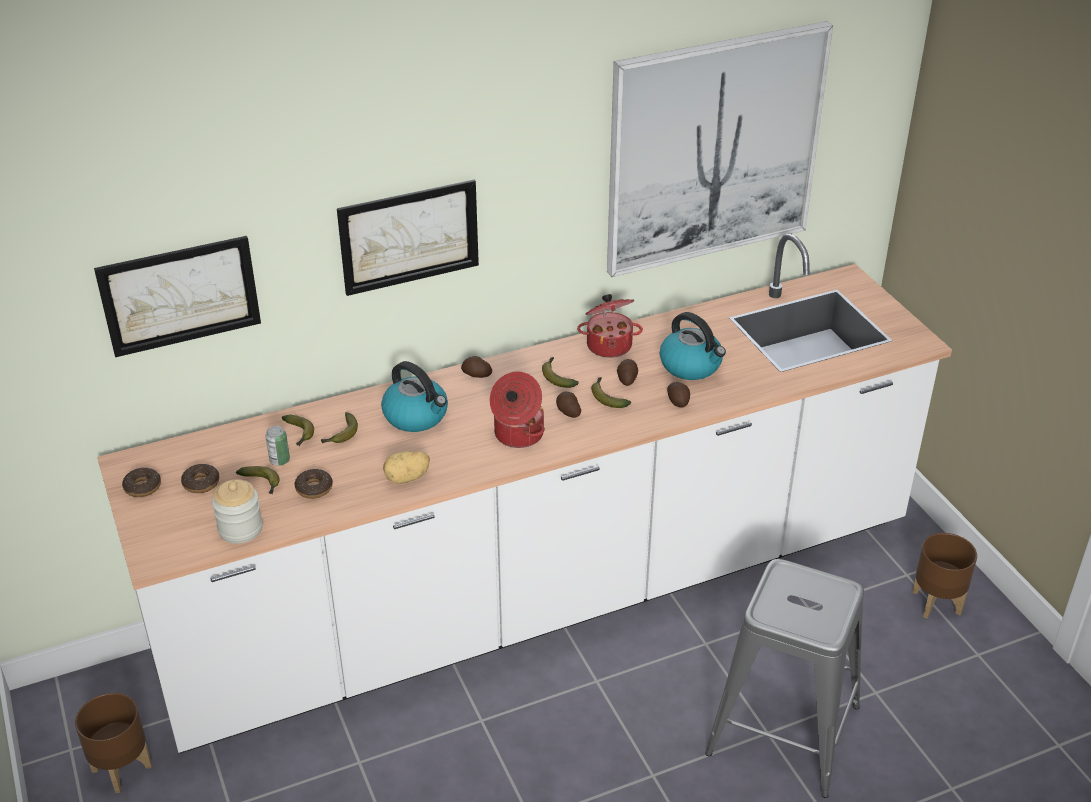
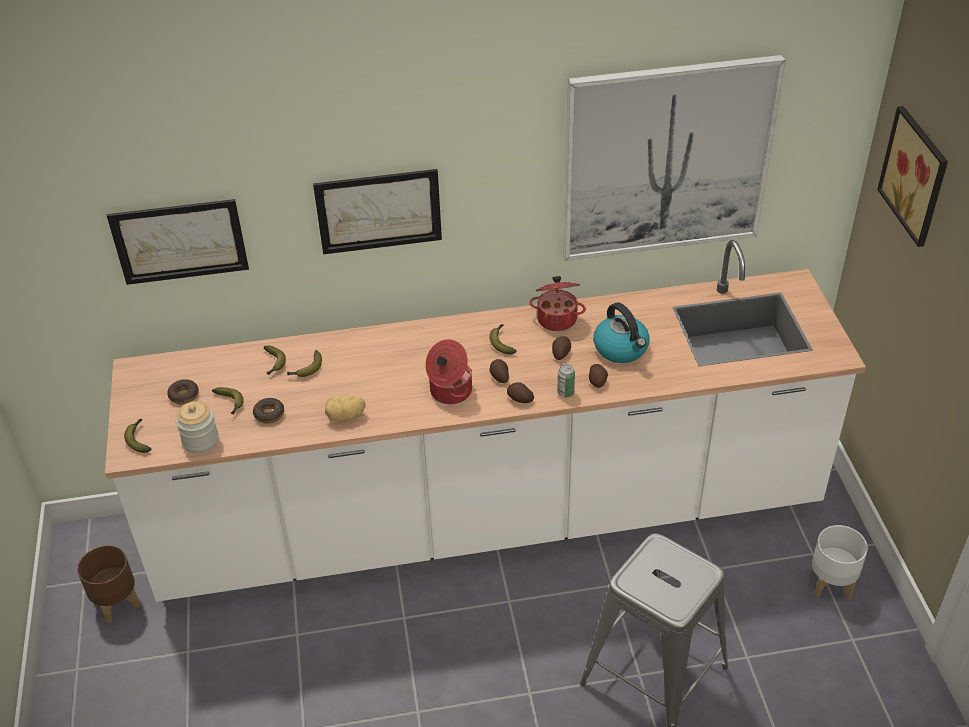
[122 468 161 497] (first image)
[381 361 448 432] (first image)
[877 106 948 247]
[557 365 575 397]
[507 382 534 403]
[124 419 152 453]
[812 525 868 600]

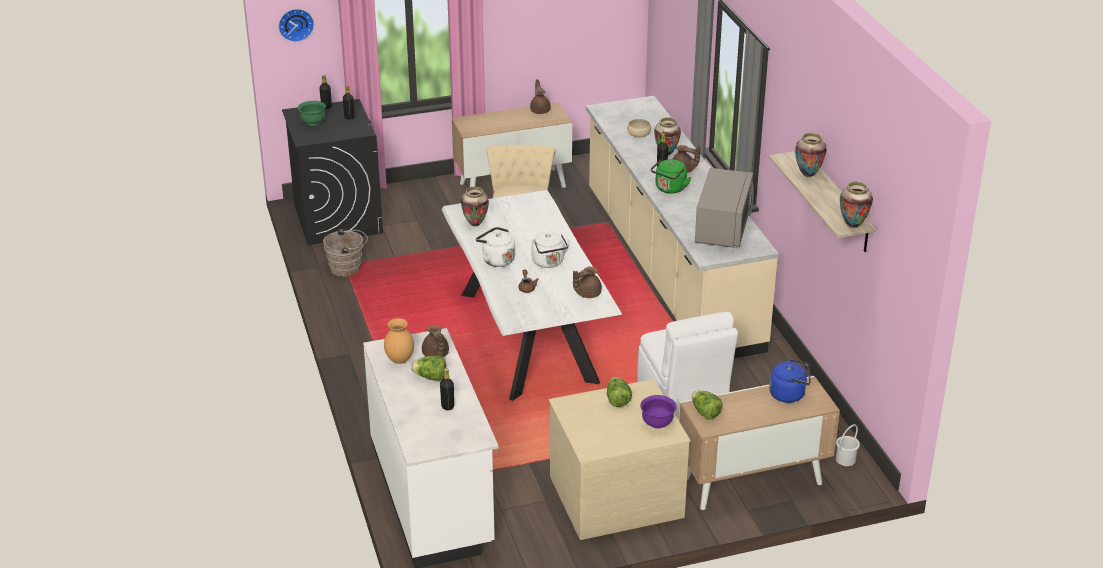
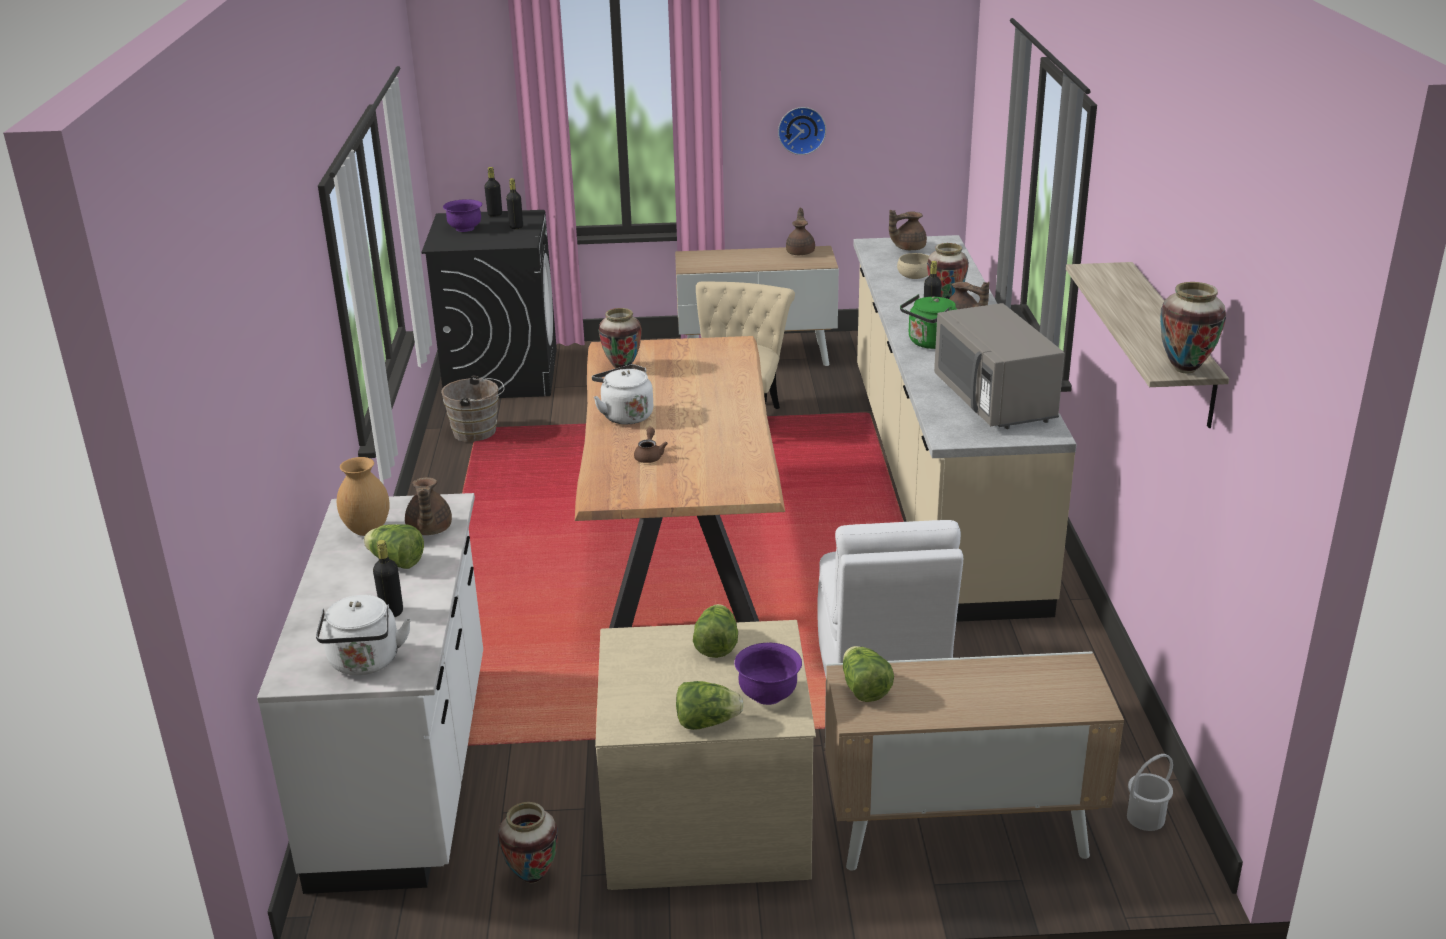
[769 359 811 403] (first image)
[676 681 744 730]
[778 107 826 155]
[316 595 411 675]
[889 210 927 250]
[498 802 558 884]
[443 199 482 232]
[575 336 785 628]
[934 303 1065 429]

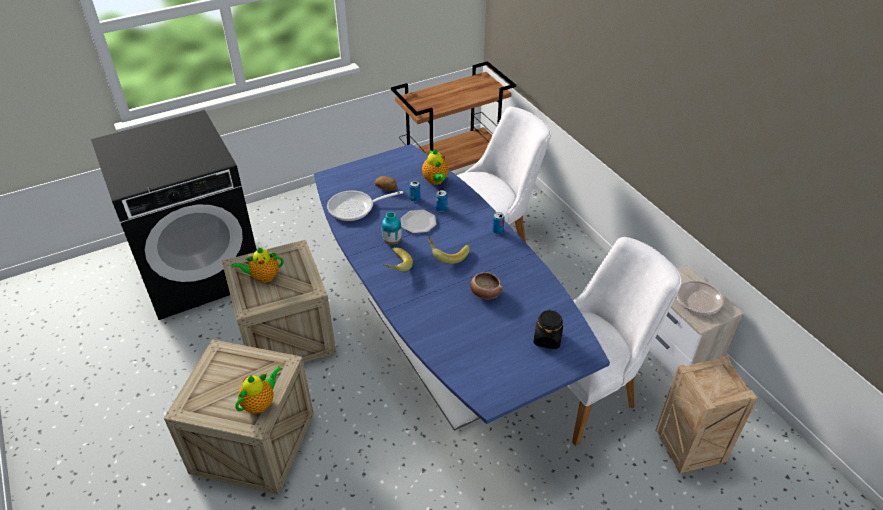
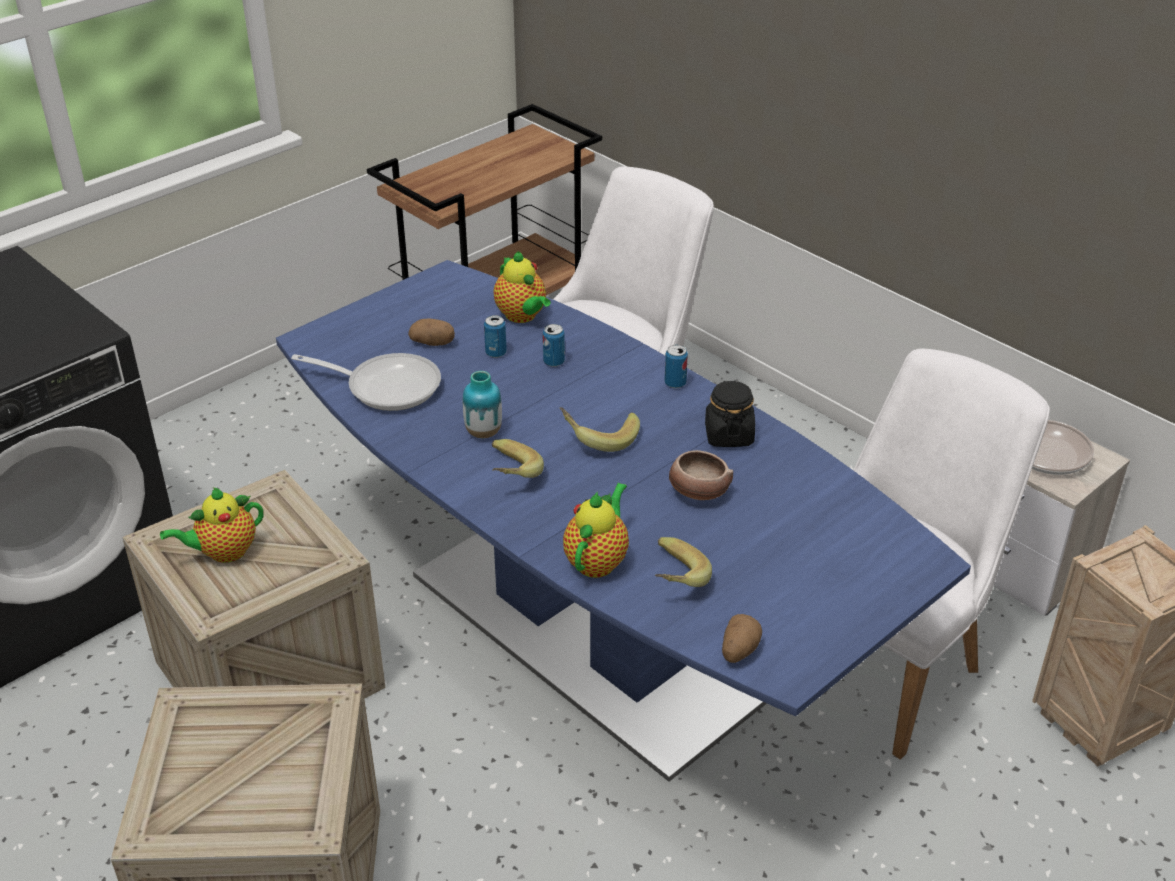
[401 210 437 233] (first image)
[655 537 712 587]
[722 614 762 663]
[563 483 629 578]
[705 380 755 447]
[291 353 441 411]

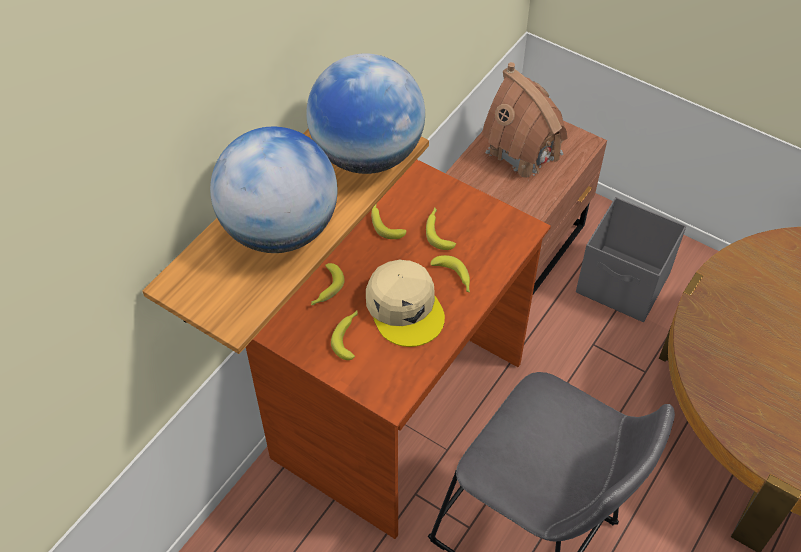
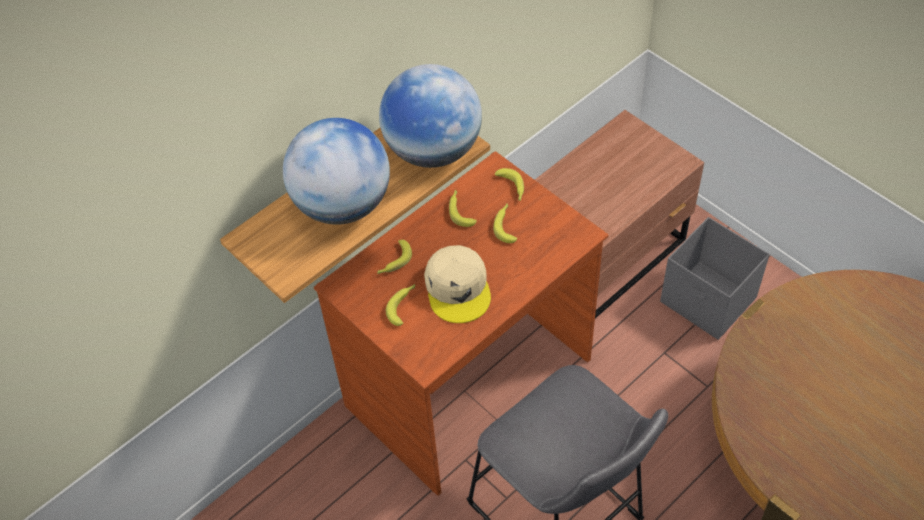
[482 62 567 178] (first image)
[494 168 524 201]

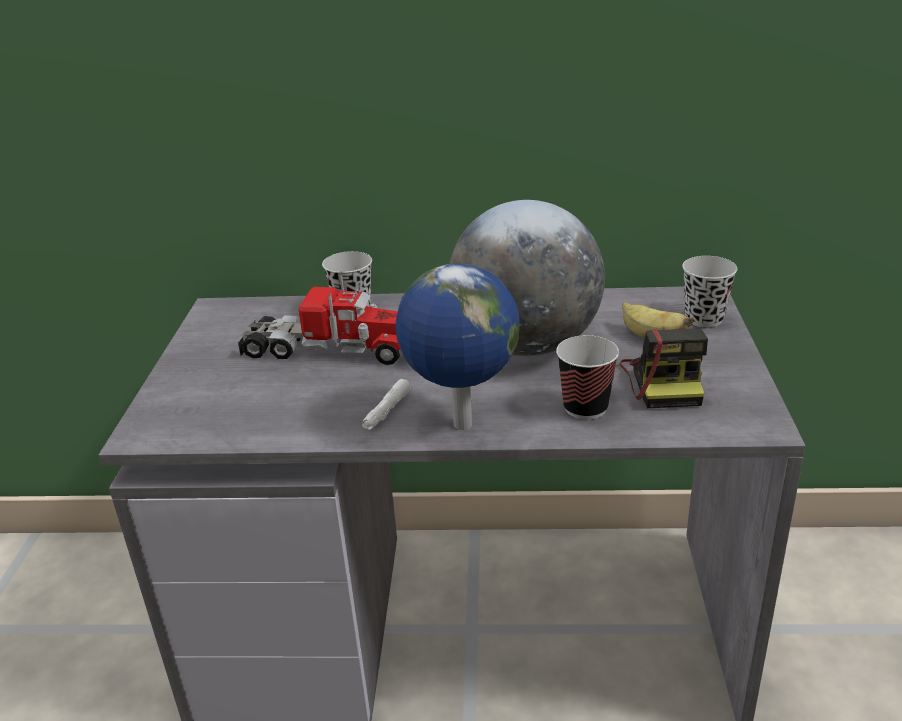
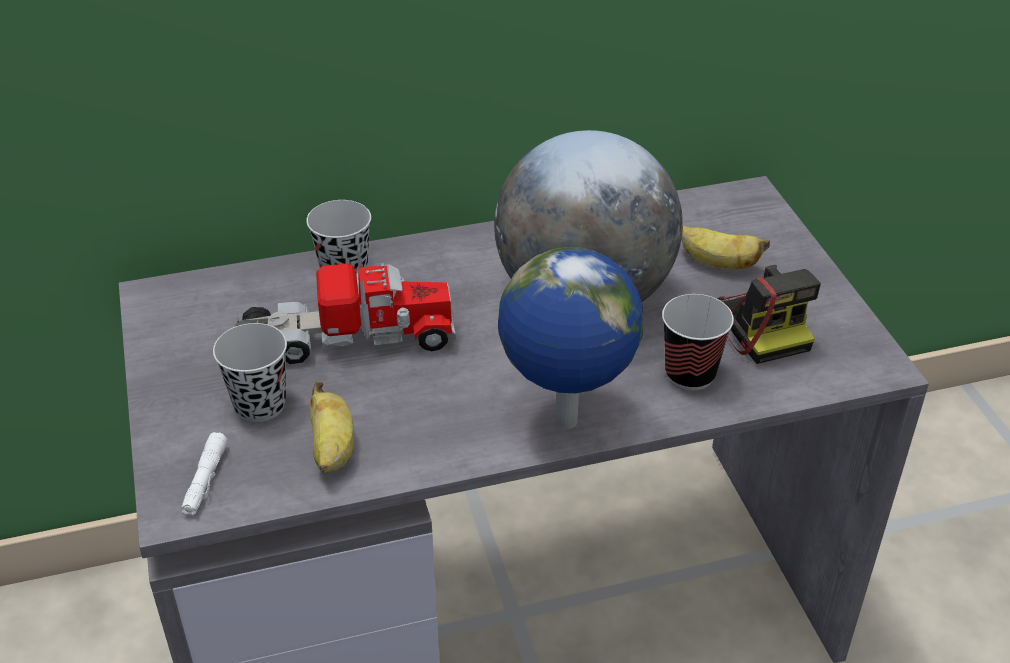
[310 382 354 473]
[181 432 228 515]
[213 323 287 422]

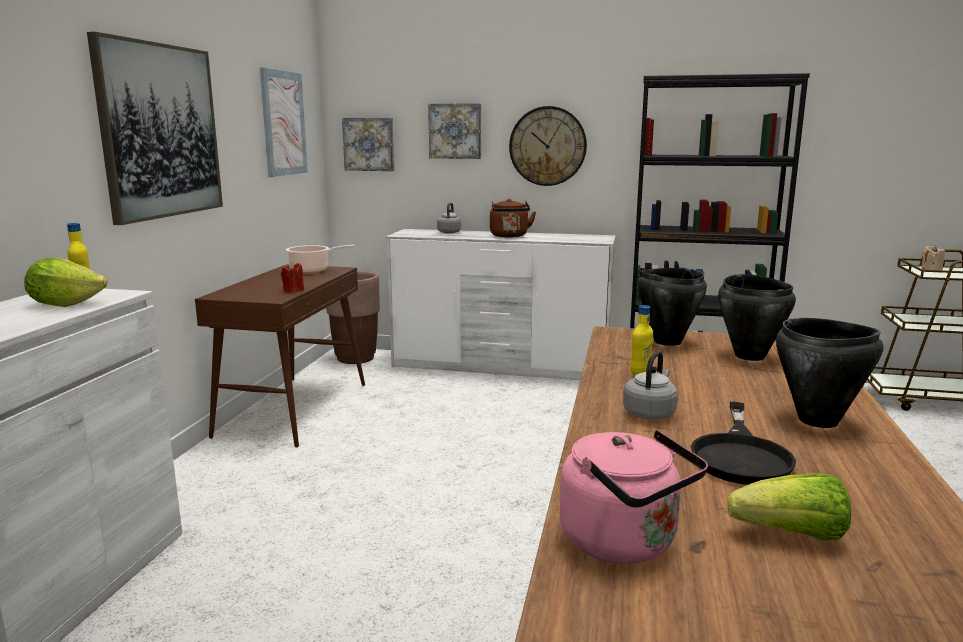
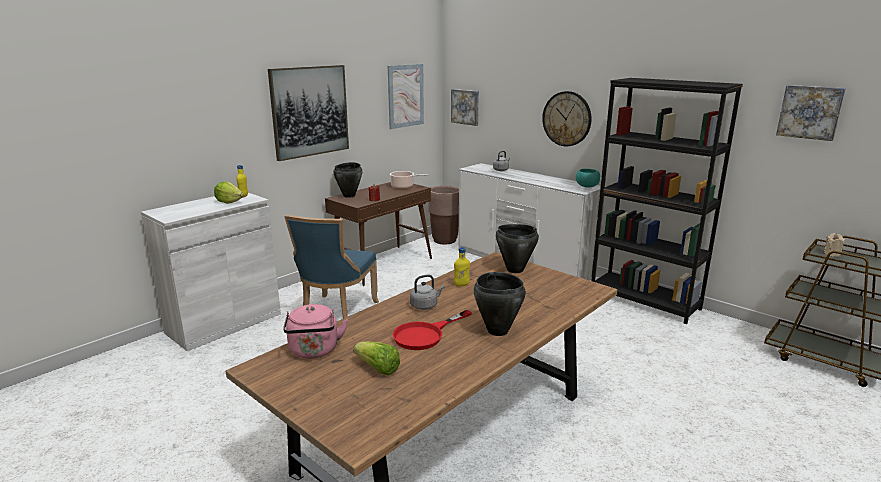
[490 199 536 238] (first image)
[284 215 379 318]
[576 169 600 187]
[776 85 846 141]
[333 162 362 198]
[393 310 472 350]

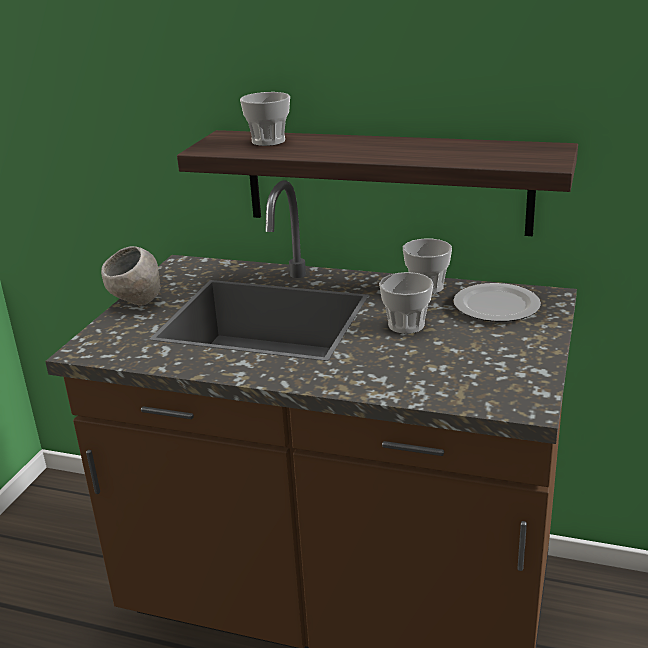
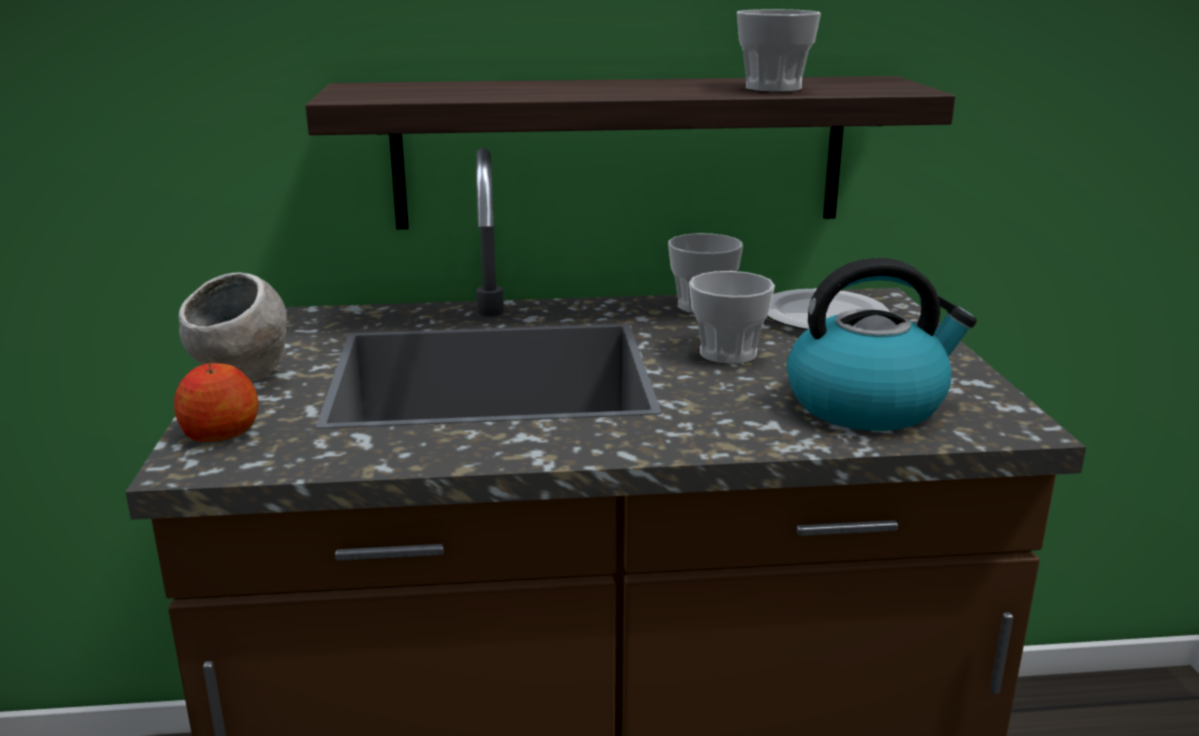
[174 358 258 442]
[787 258 977 431]
[737 9 821 92]

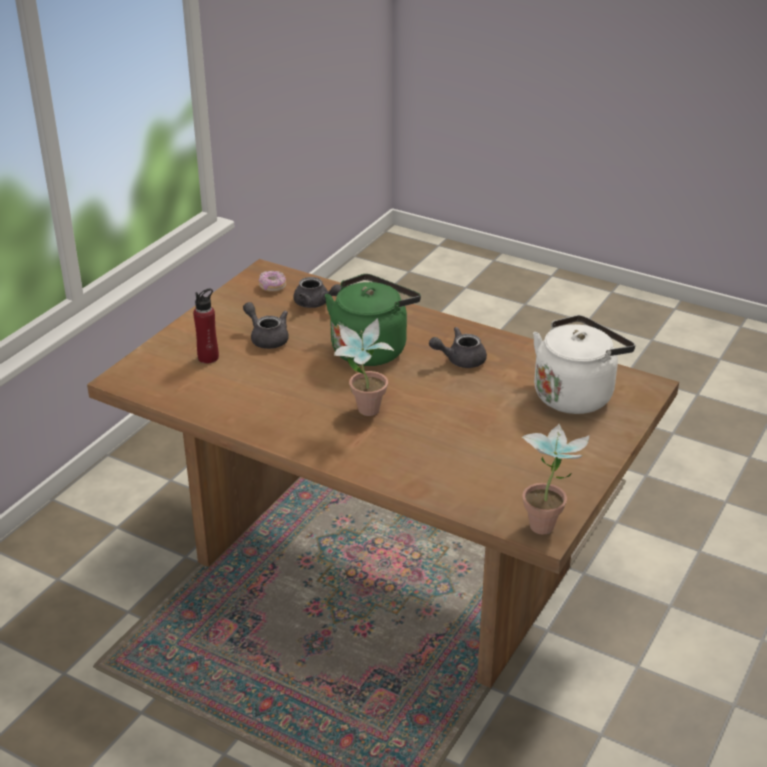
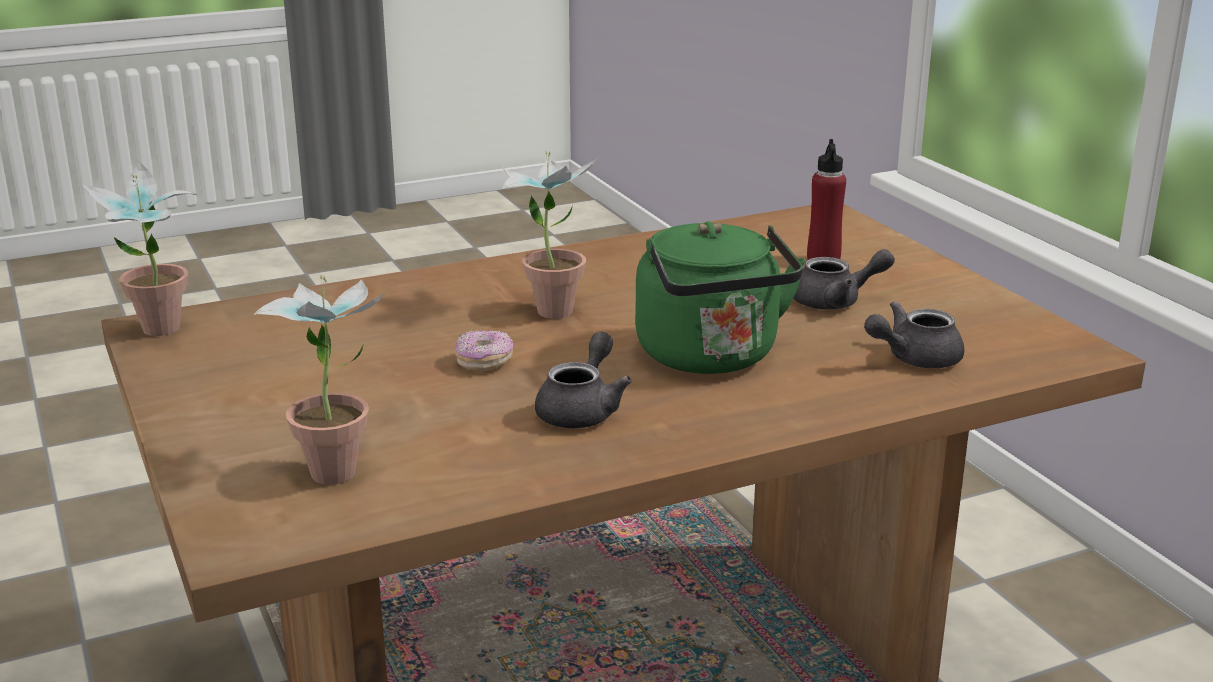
[455 330 513 372]
[254 275 385 485]

